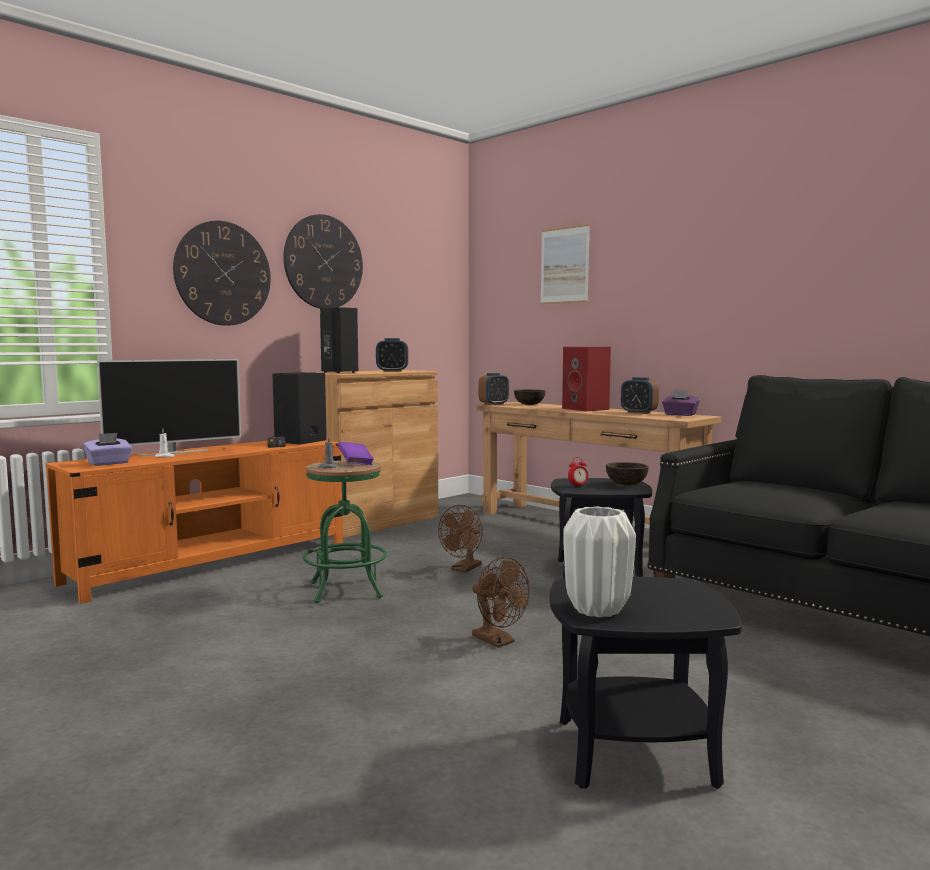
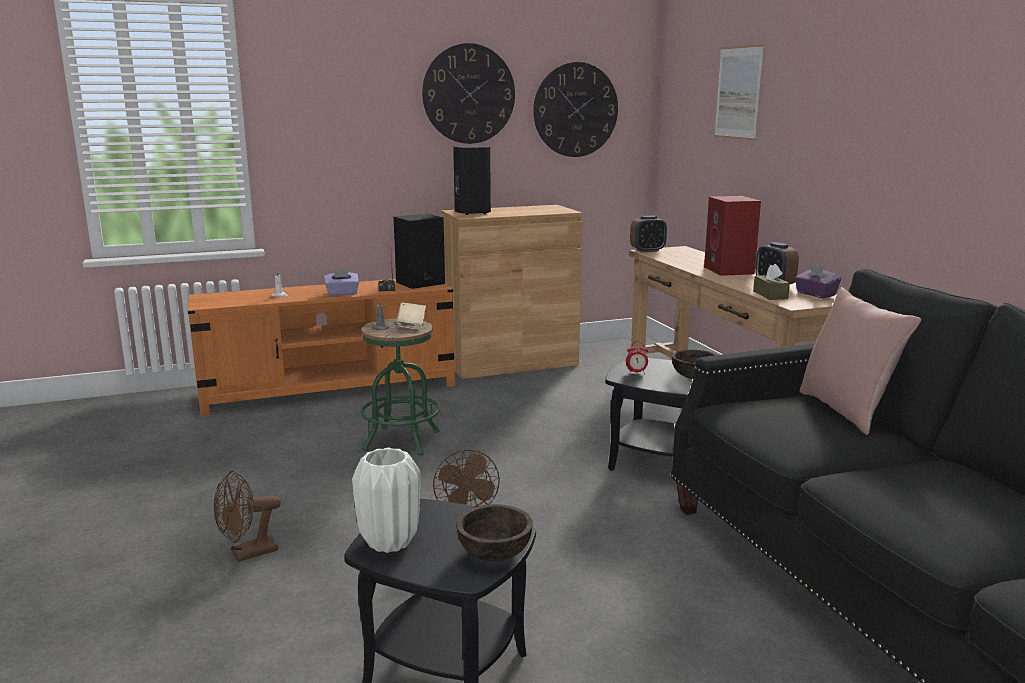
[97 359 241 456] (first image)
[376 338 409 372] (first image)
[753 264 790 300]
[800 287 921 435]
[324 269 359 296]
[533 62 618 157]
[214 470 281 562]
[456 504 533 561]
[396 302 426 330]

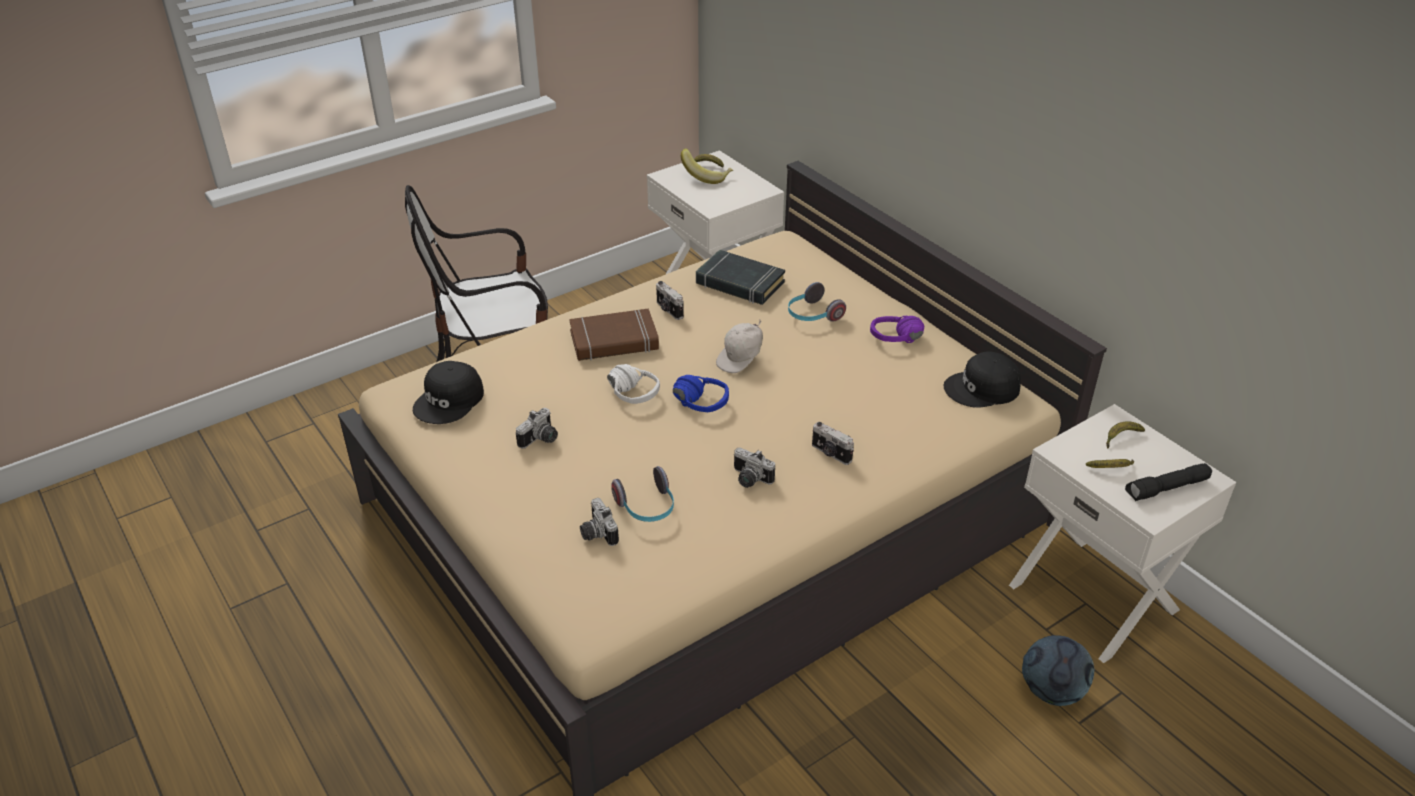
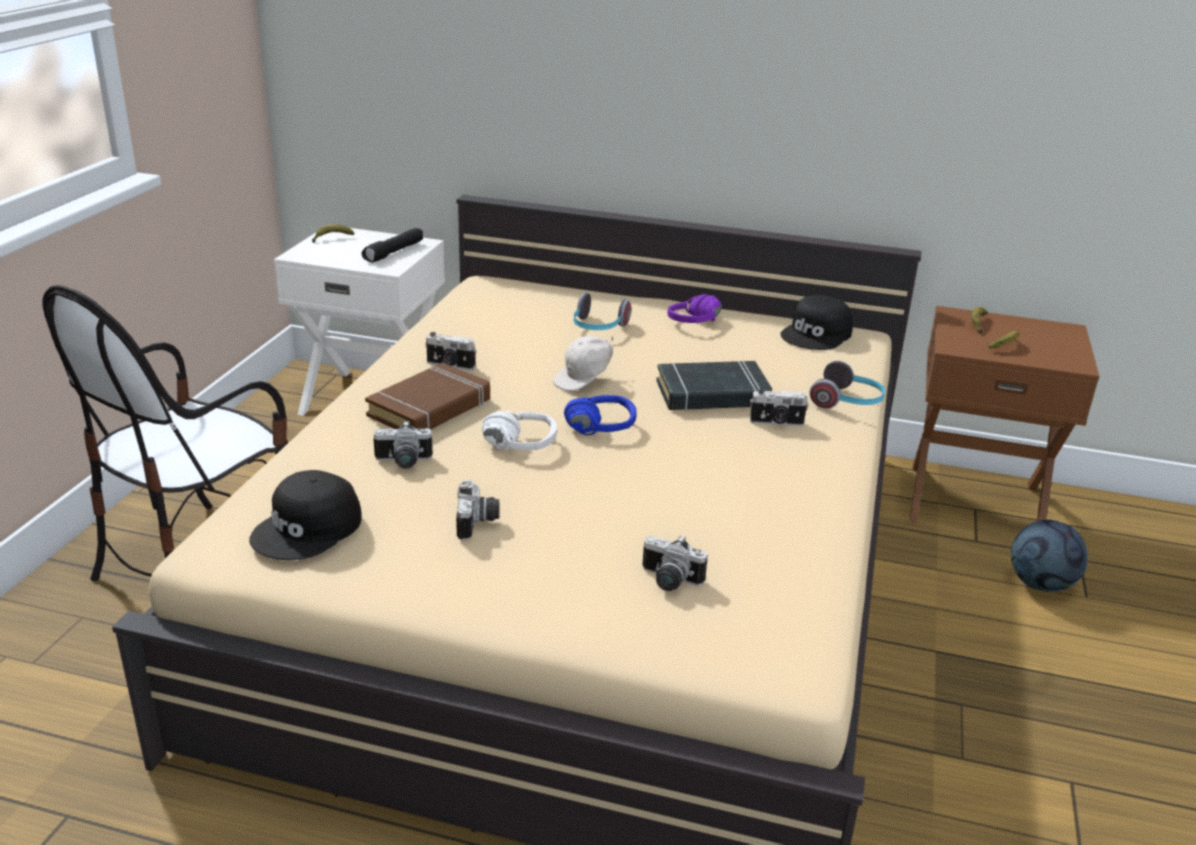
[680 148 733 184] (first image)
[810 361 885 408]
[657 361 772 411]
[373 421 433 469]
[362 228 423 263]
[910 306 1100 523]
[249 470 362 560]
[553 335 614 391]

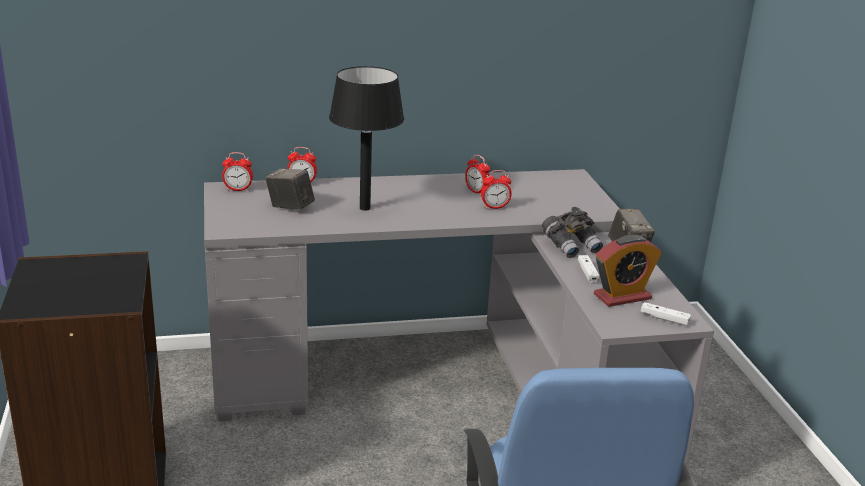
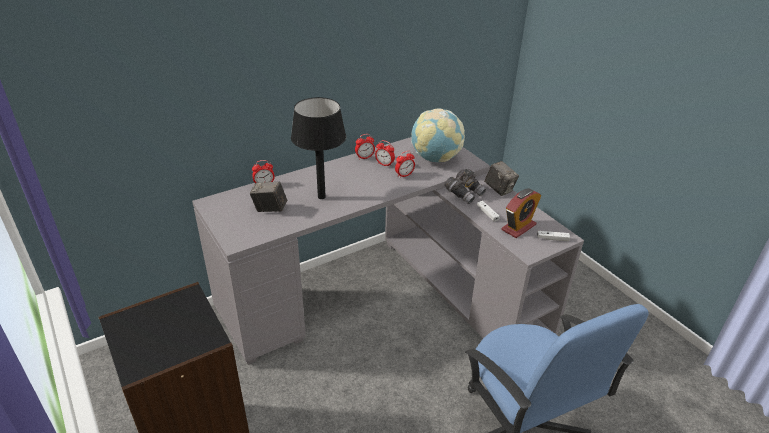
[411 109 465 162]
[355 134 375 160]

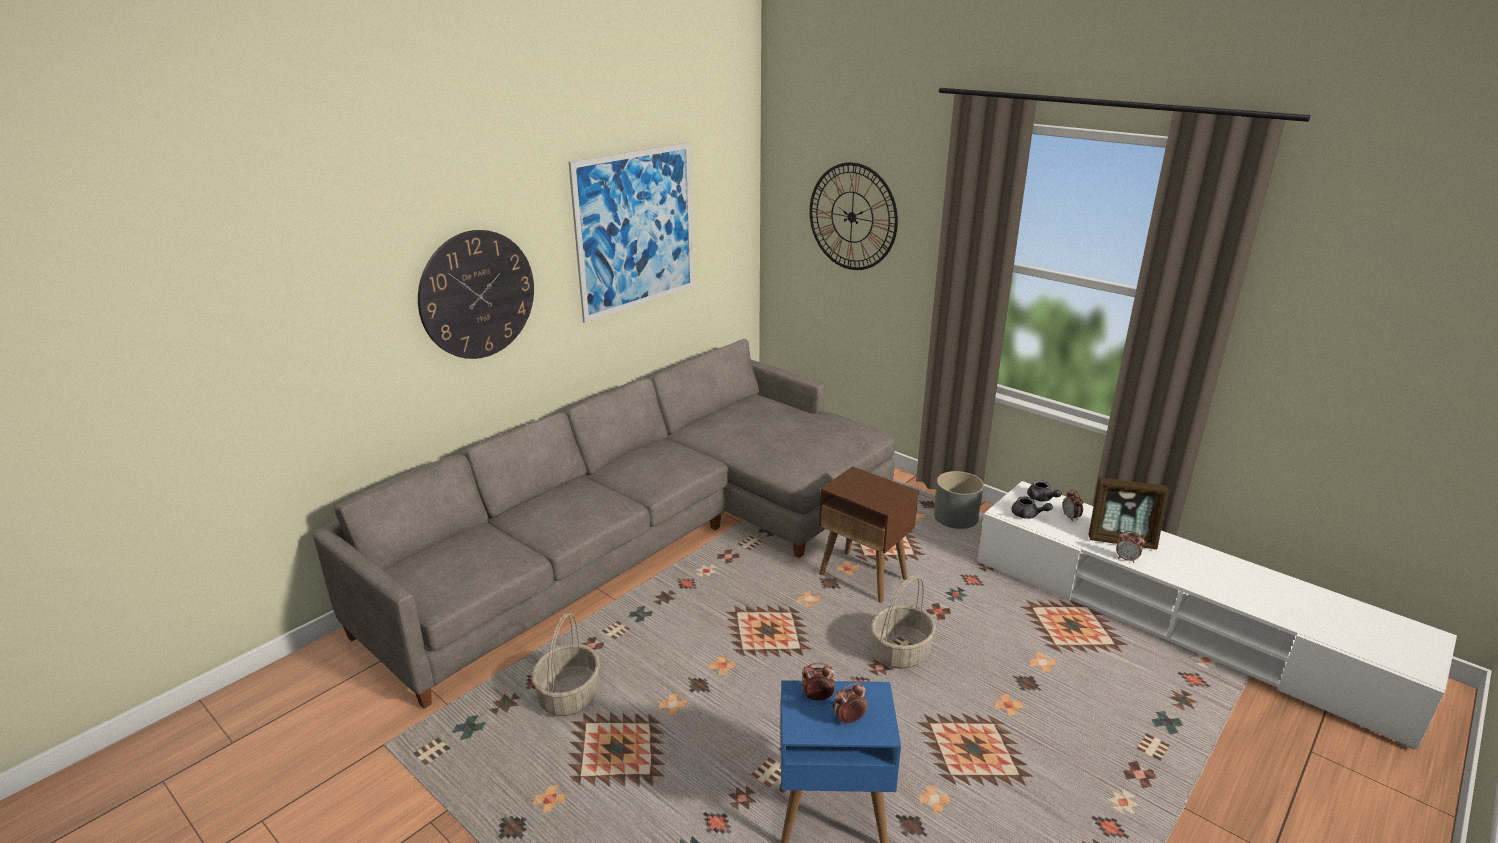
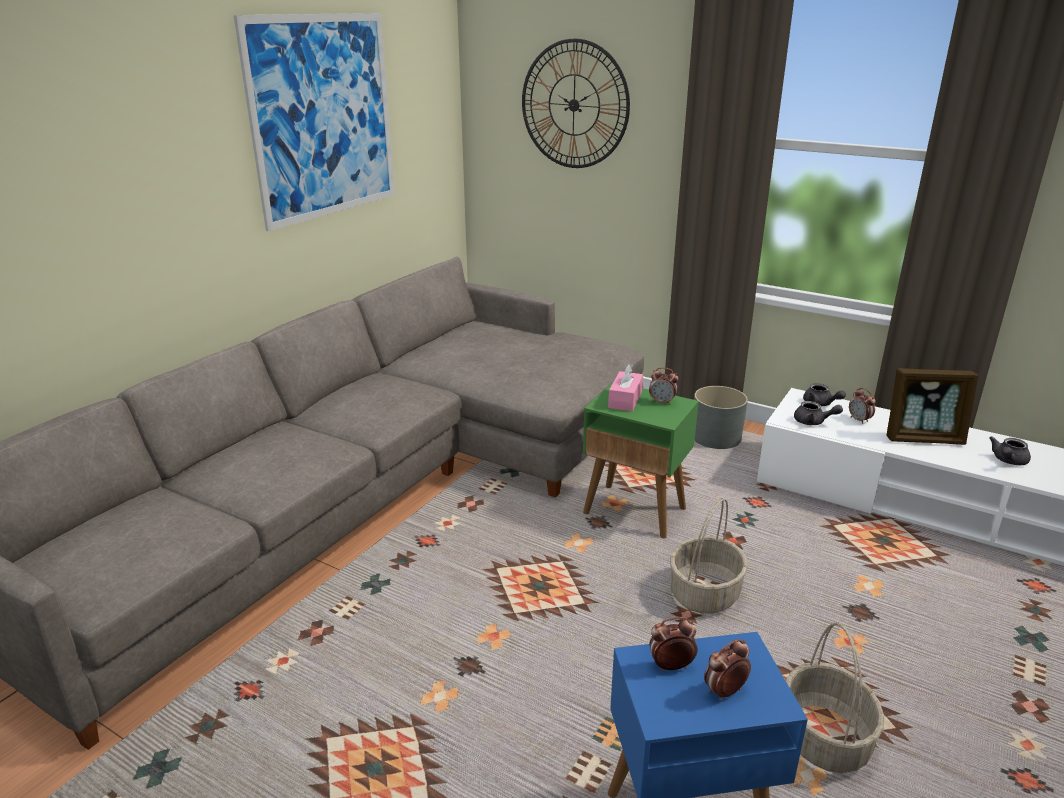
[418 230 534 359] (first image)
[608 364 643 411]
[989 436 1031 465]
[785 622 884 773]
[649 367 678 405]
[583 382 699 538]

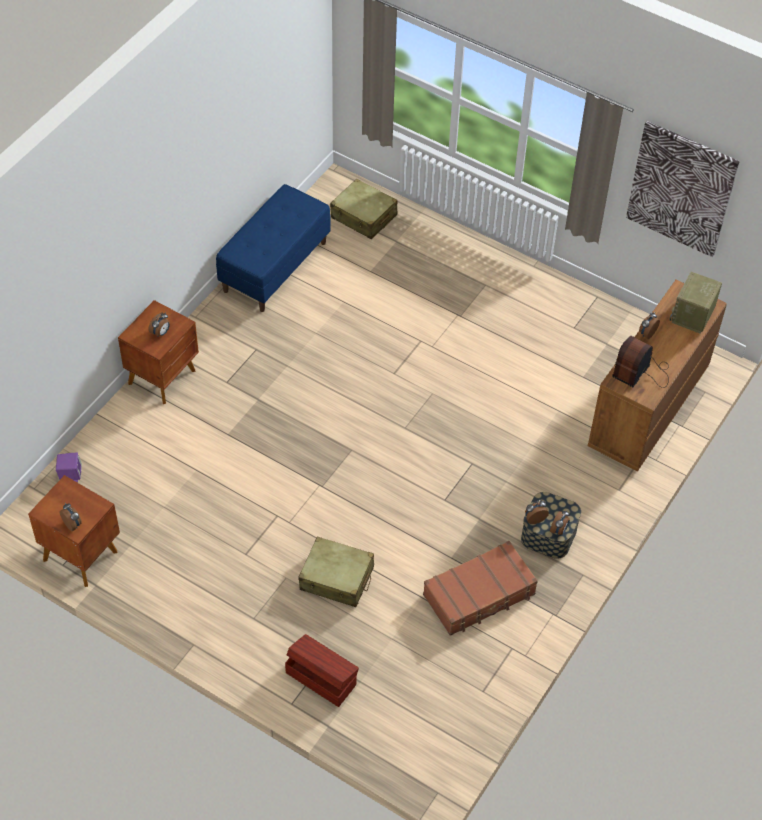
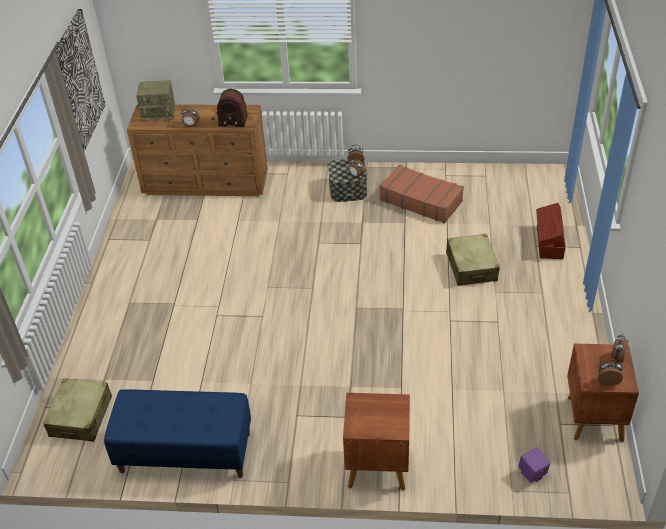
[598 360 623 386]

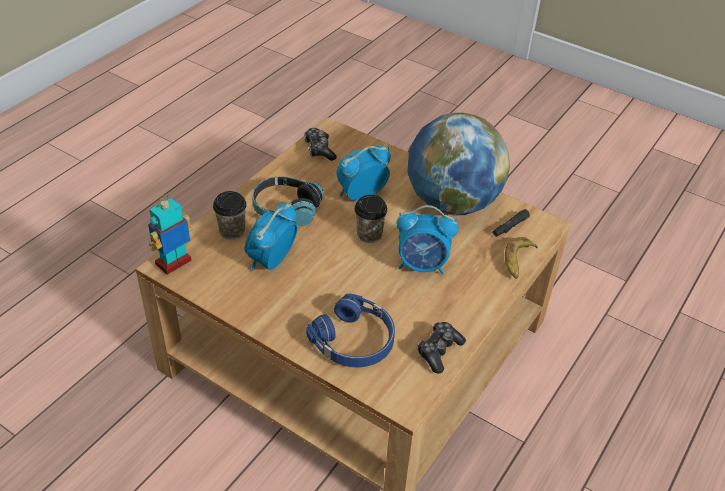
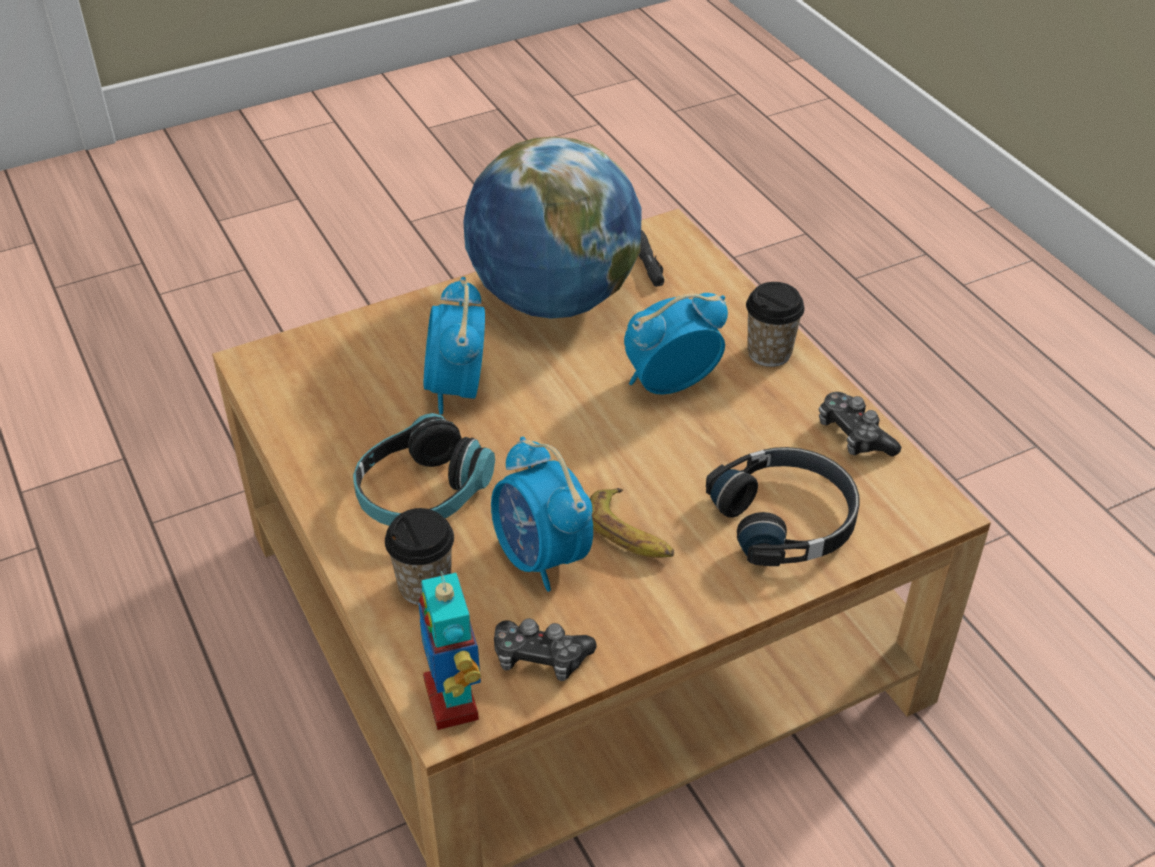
[494 618 597 681]
[746 282 805 367]
[590 488 674 558]
[706 447 860 566]
[624 293 728 394]

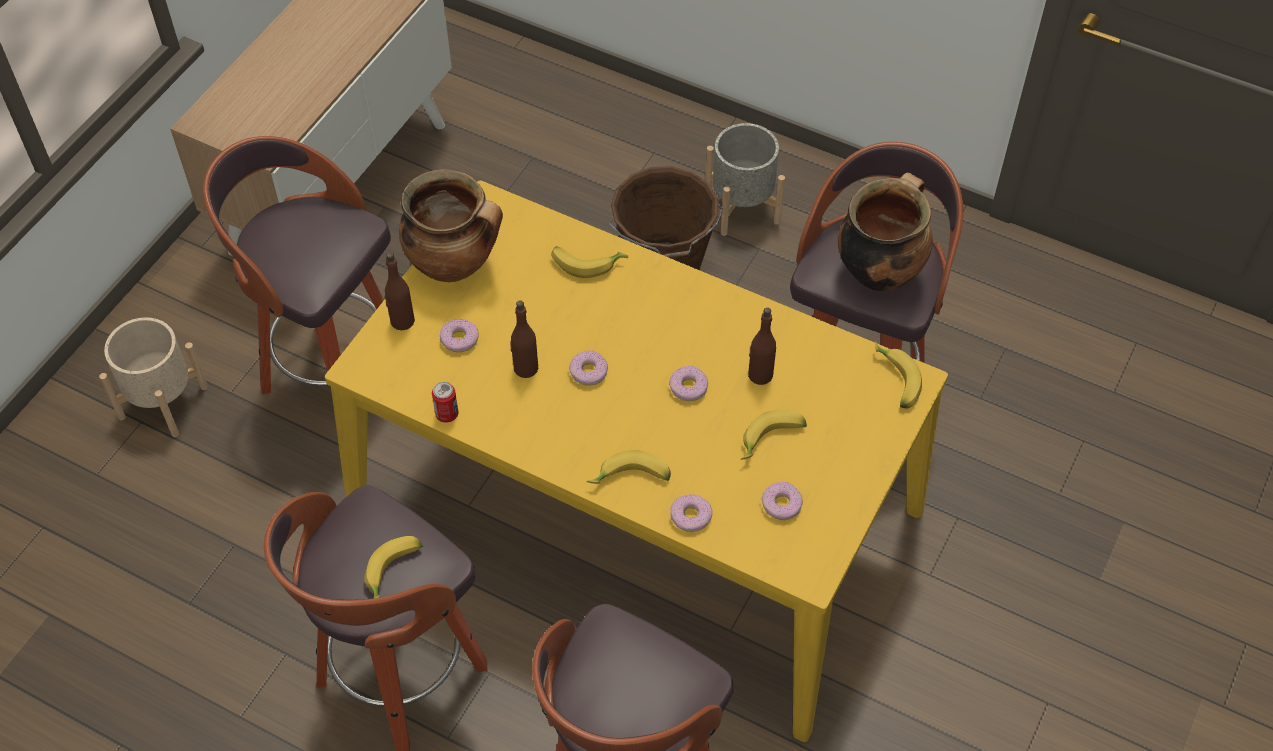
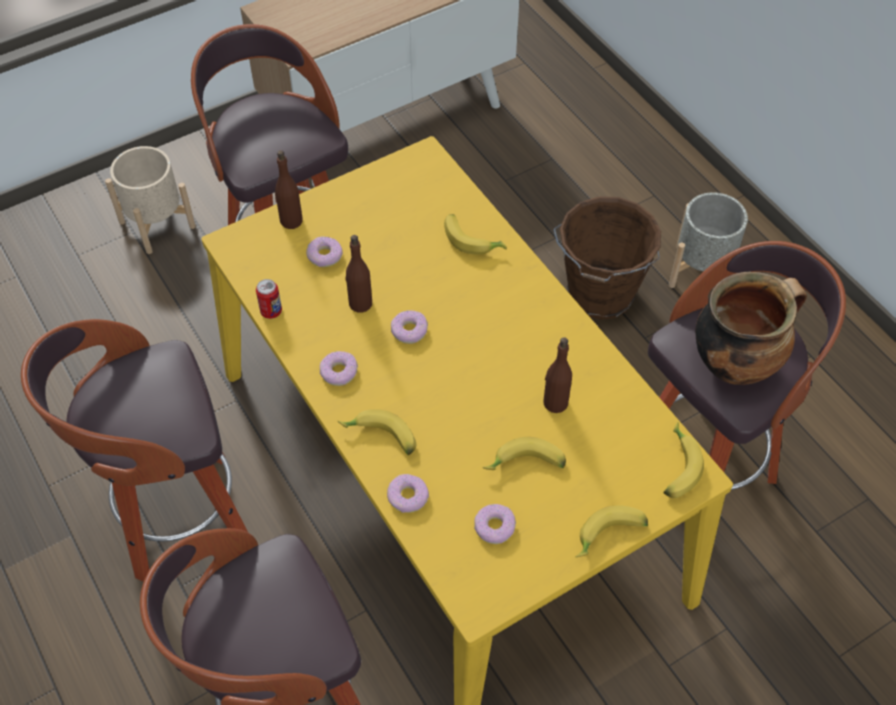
[399 169 503 282] (first image)
[575 505 648 557]
[320 351 358 386]

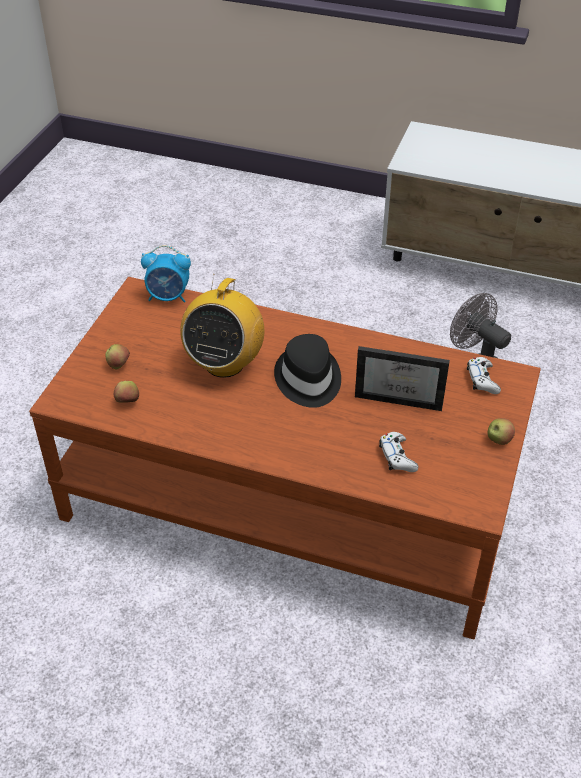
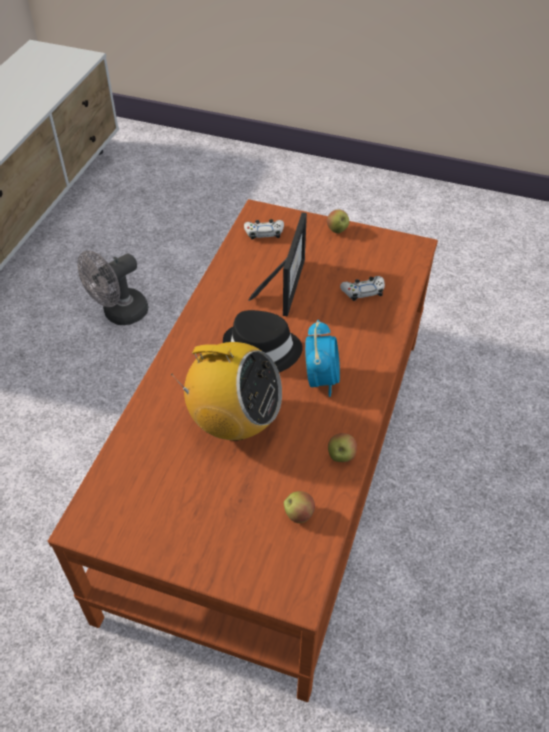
[328 433 357 462]
[305 320 340 397]

